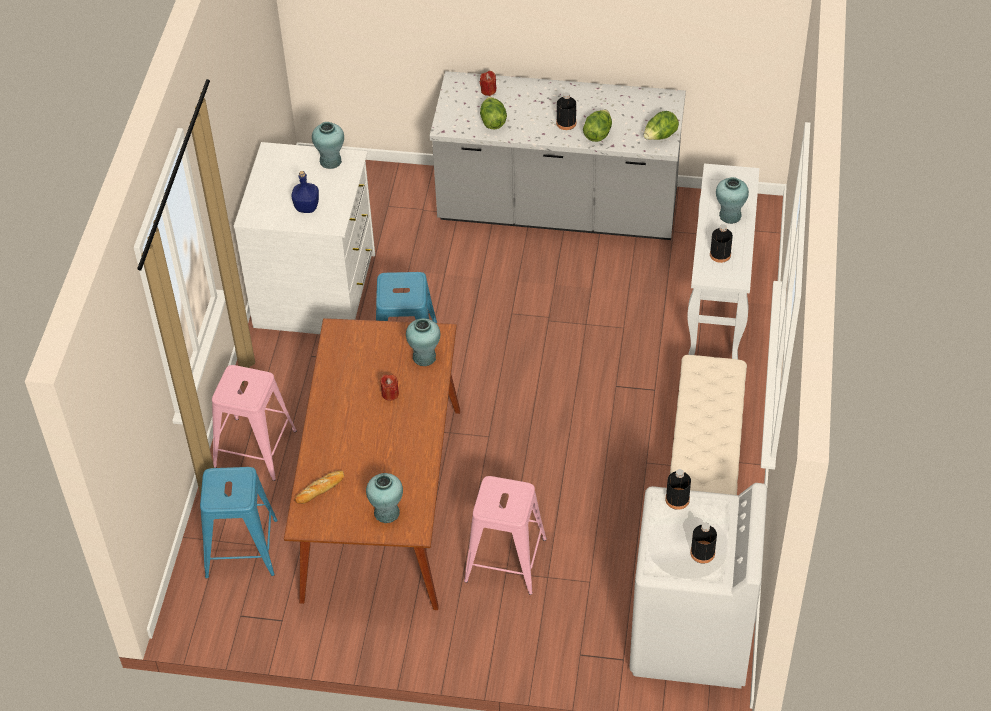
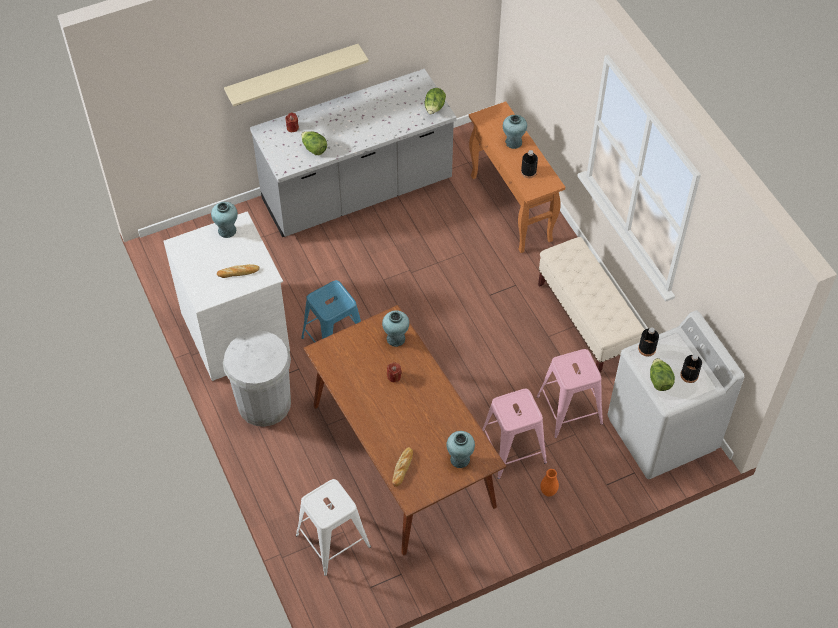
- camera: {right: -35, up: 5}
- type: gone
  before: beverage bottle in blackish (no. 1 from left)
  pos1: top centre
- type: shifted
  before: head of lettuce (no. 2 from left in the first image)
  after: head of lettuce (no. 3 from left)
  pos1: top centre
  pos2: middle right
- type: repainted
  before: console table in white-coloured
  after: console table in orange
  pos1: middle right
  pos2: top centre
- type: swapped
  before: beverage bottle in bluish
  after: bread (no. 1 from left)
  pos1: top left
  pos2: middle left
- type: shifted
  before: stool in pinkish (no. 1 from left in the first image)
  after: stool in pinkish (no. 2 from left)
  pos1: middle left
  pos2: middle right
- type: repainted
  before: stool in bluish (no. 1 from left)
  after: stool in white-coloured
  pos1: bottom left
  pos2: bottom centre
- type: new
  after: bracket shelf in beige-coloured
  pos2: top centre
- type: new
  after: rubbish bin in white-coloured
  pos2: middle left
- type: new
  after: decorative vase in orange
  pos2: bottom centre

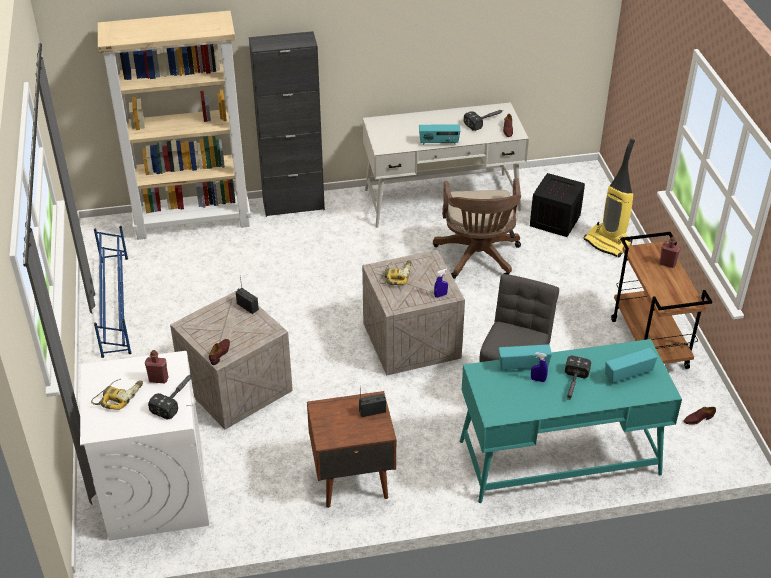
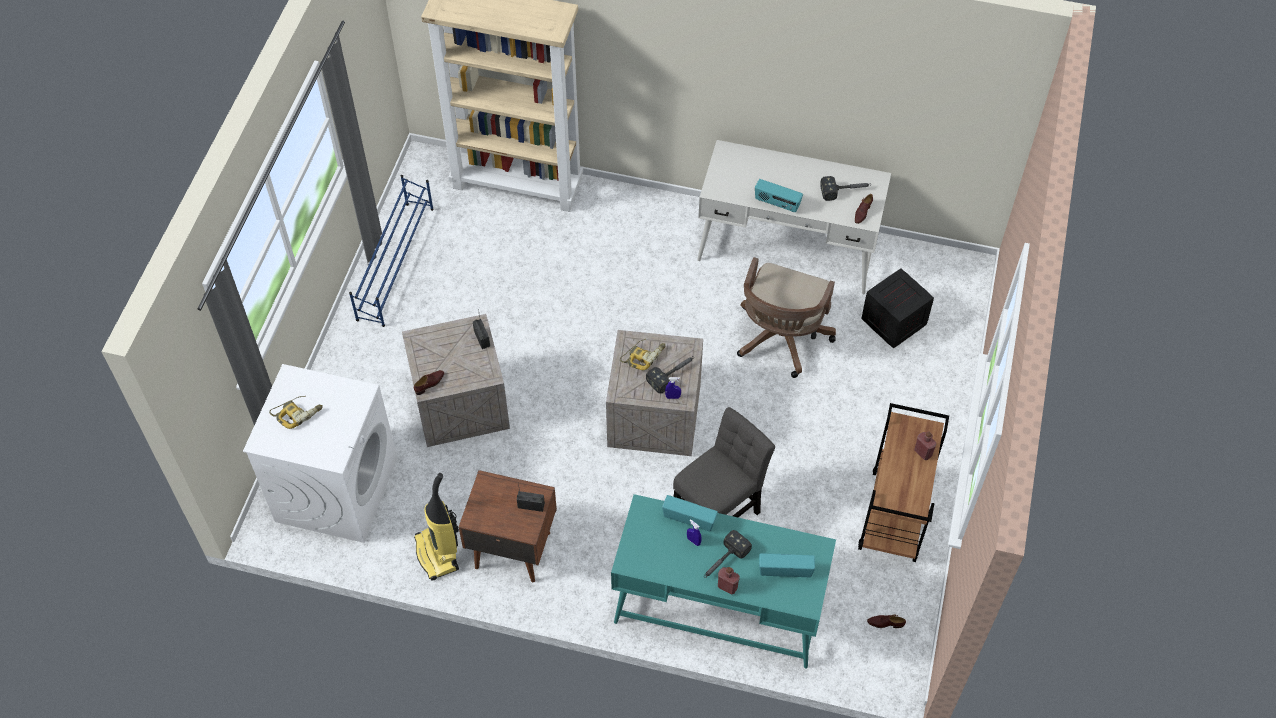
- camera: {right: 25, up: 15}
- type: gone
  before: cupboard in blackish
  pos1: top centre
- type: shifted
  before: hoover
  pos1: middle right
  pos2: bottom centre
- type: shifted
  before: beverage bottle in red-coloured (no. 1 from left)
  pos1: middle left
  pos2: bottom centre
- type: shifted
  before: hand hammer (no. 1 from left)
  pos1: bottom left
  pos2: centre

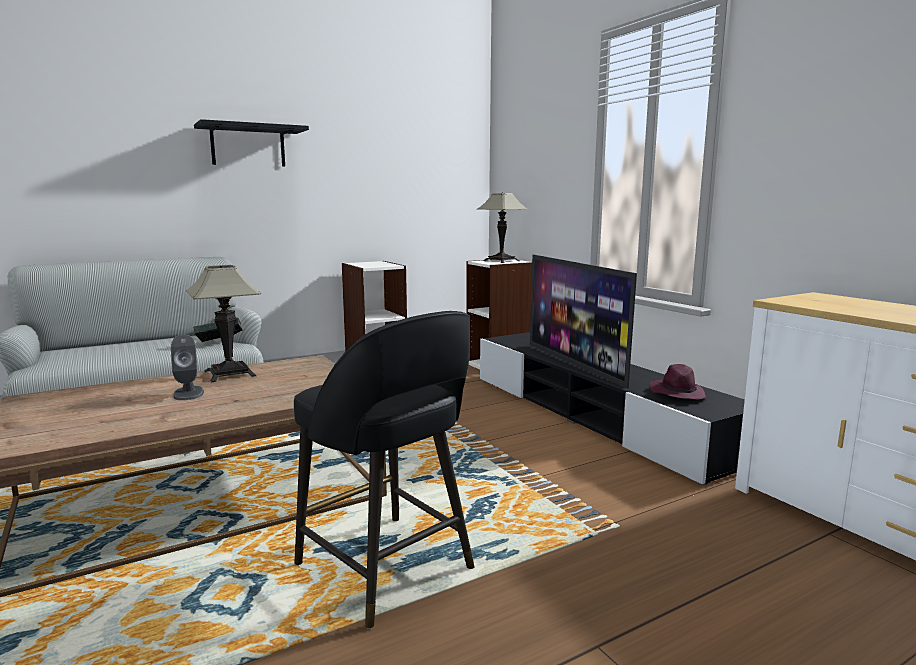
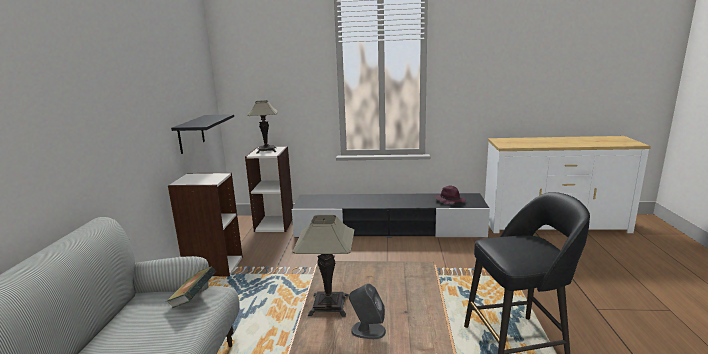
- camera: {right: -55, up: 5}
- type: shifted
  before: bracket shelf in blackish
  pos1: top left
  pos2: middle left
- type: gone
  before: TV
  pos1: centre

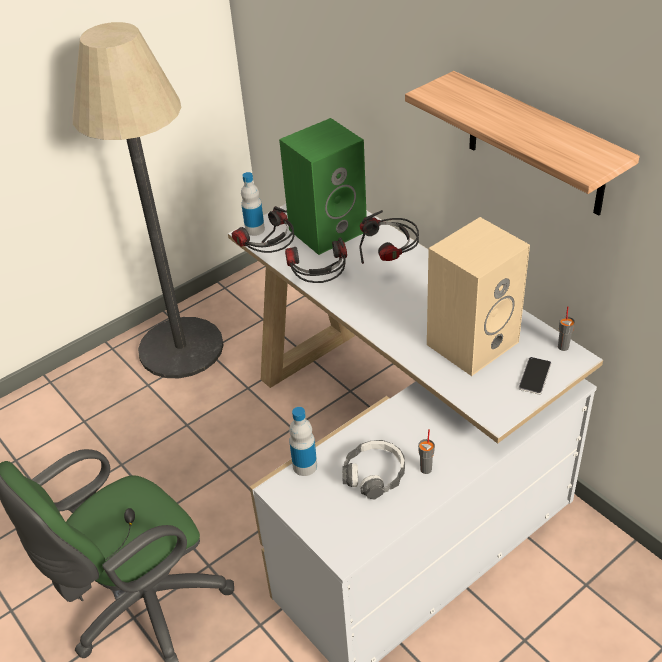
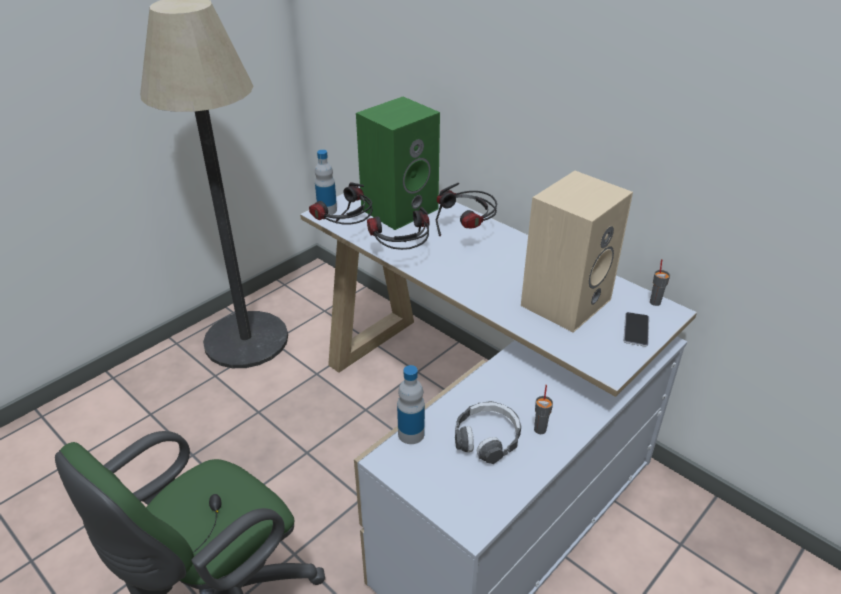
- camera: {right: -10, up: -5}
- type: gone
  before: bracket shelf
  pos1: top right

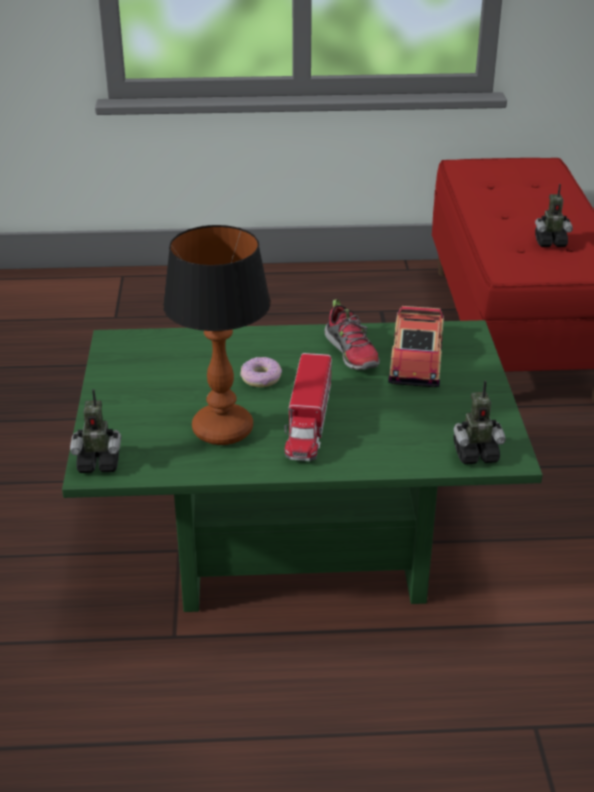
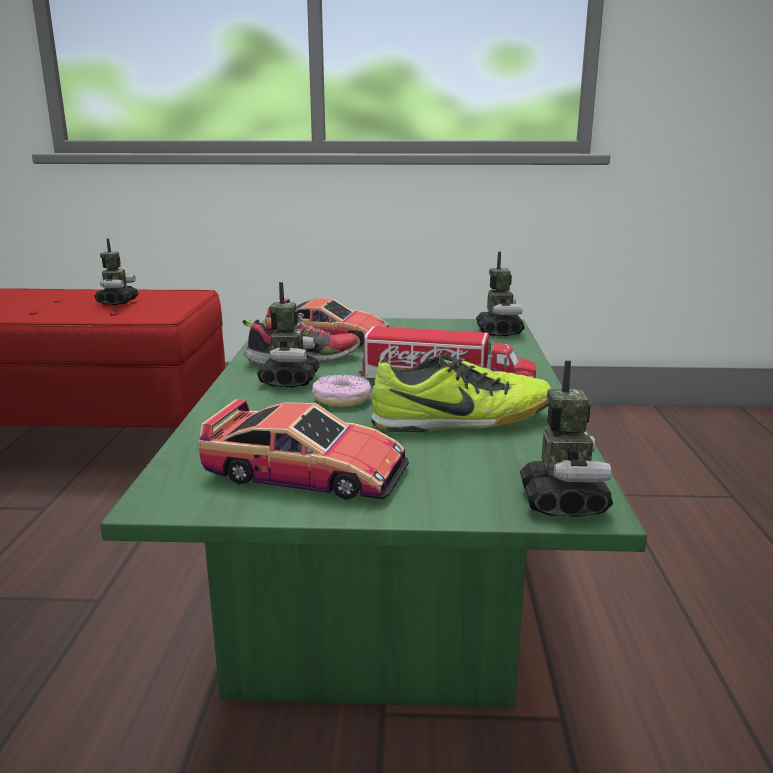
- camera: {right: -85, up: -15}
- type: swapped
  before: tabletop lamp
  after: item of footwear (no. 2 from left)
  pos1: centre
  pos2: centre
- type: new
  after: model robot (no. 2 from left)
  pos2: centre
- type: new
  after: miniature car (no. 1 from left)
  pos2: centre

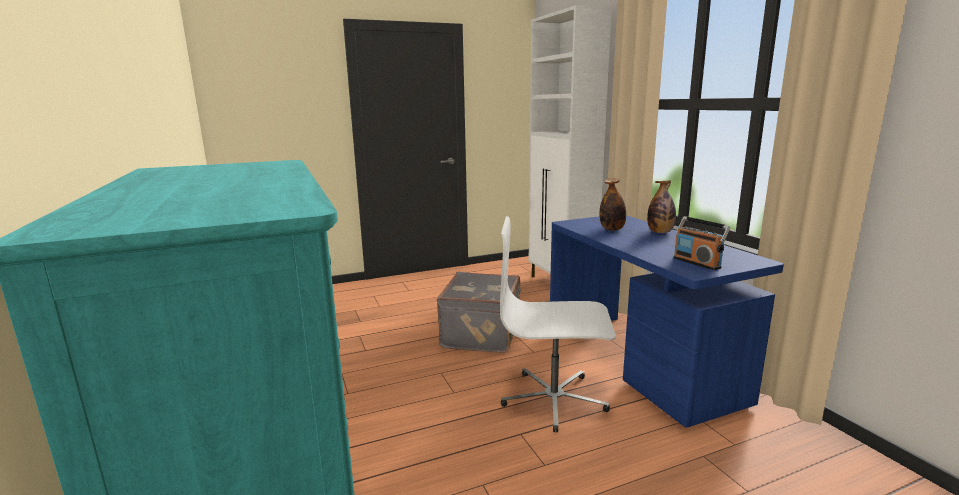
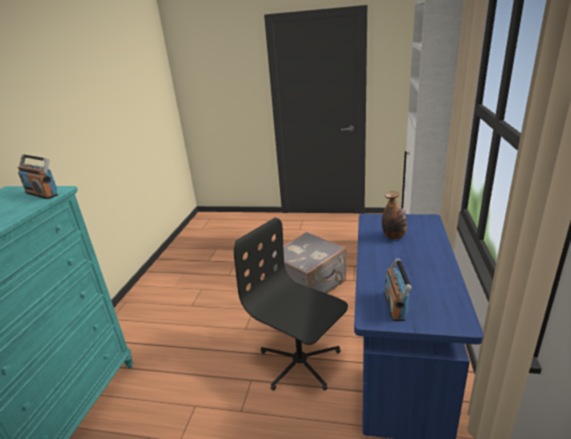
- camera: {right: 35, up: 10}
- type: gone
  before: beverage bottle (no. 2 from left)
  pos1: middle right
- type: repainted
  before: desk chair in white-coloured
  after: desk chair in blackish
  pos1: centre
  pos2: bottom centre
- type: new
  after: radio receiver (no. 1 from left)
  pos2: middle left

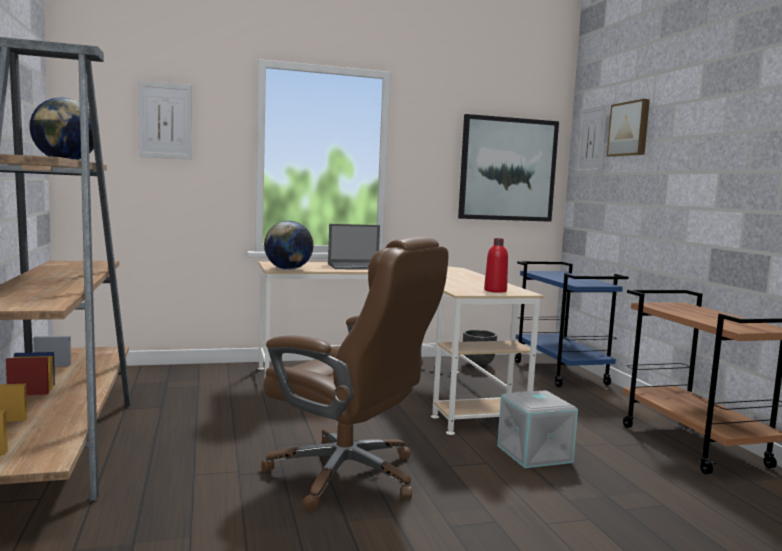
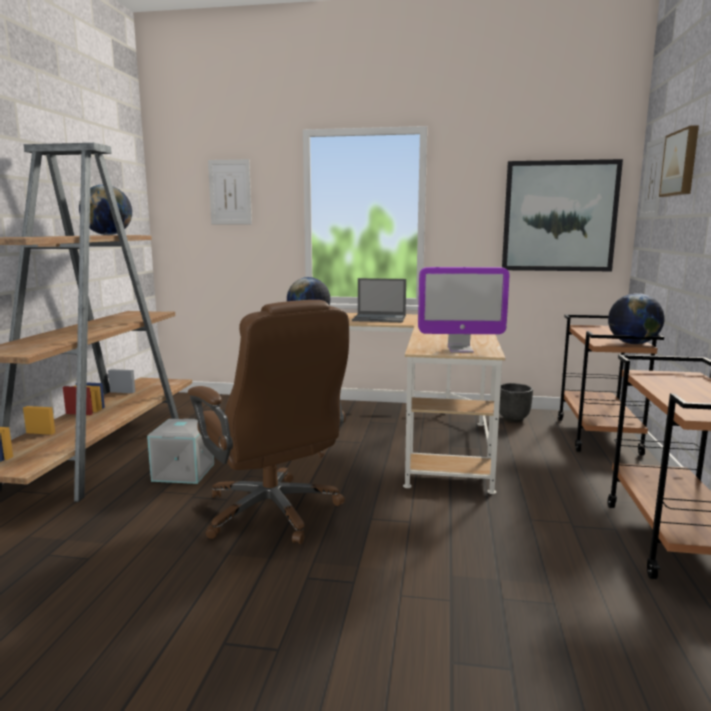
- camera: {right: 25, up: 5}
- type: swapped
  before: beverage bottle in red-coloured
  after: computer display
  pos1: centre
  pos2: centre
- type: repainted
  before: cart in bluish
  after: cart in brown-coloured (no. 1 from left)
  pos1: middle right
  pos2: middle right
- type: shifted
  before: storage box in greyish
  pos1: bottom right
  pos2: middle left
- type: new
  after: globe (no. 3 from left)
  pos2: middle right

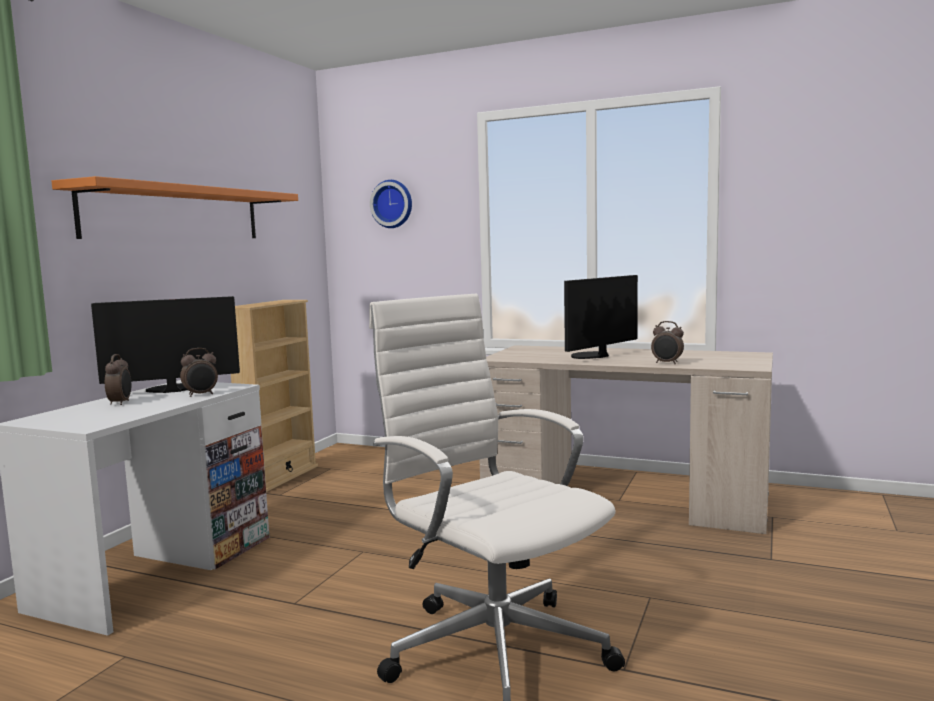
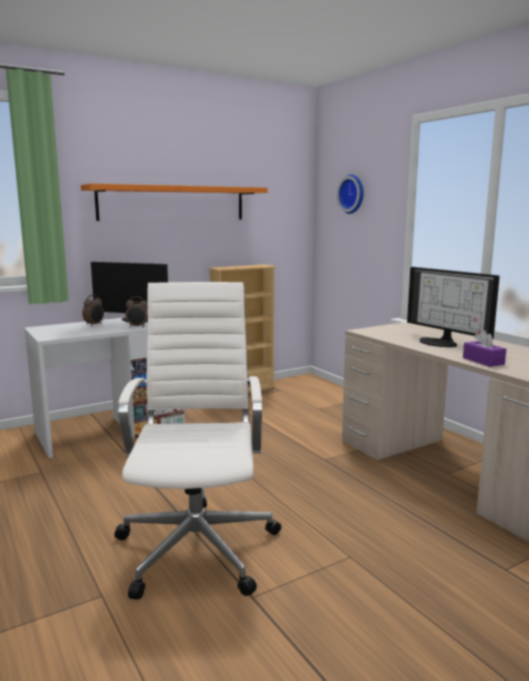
- camera: {right: 35, up: 5}
- type: rotated
  before: computer display (no. 2 from left)
  pos1: centre
  pos2: middle right
  turn: -120
- type: swapped
  before: bedside clock (no. 3 from left)
  after: box of tissues in purple
  pos1: middle right
  pos2: middle right

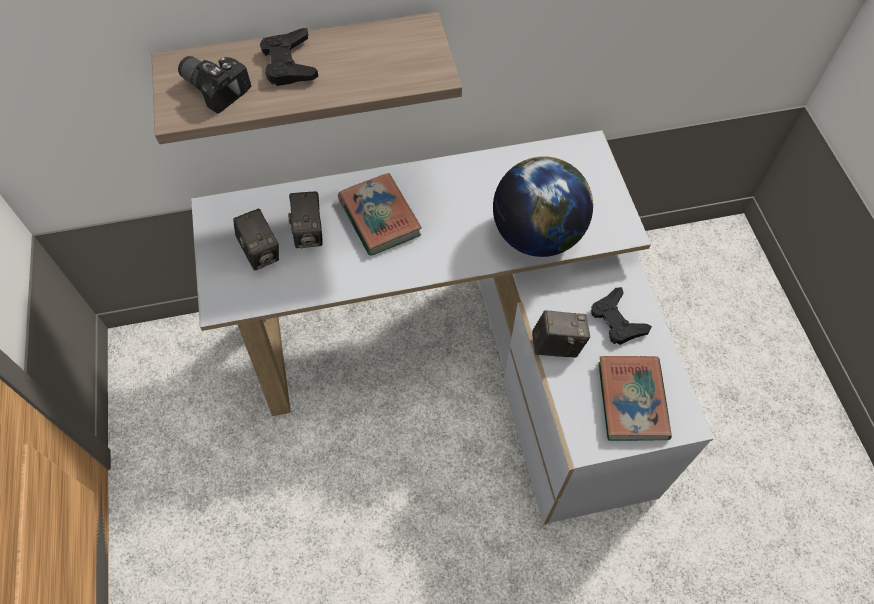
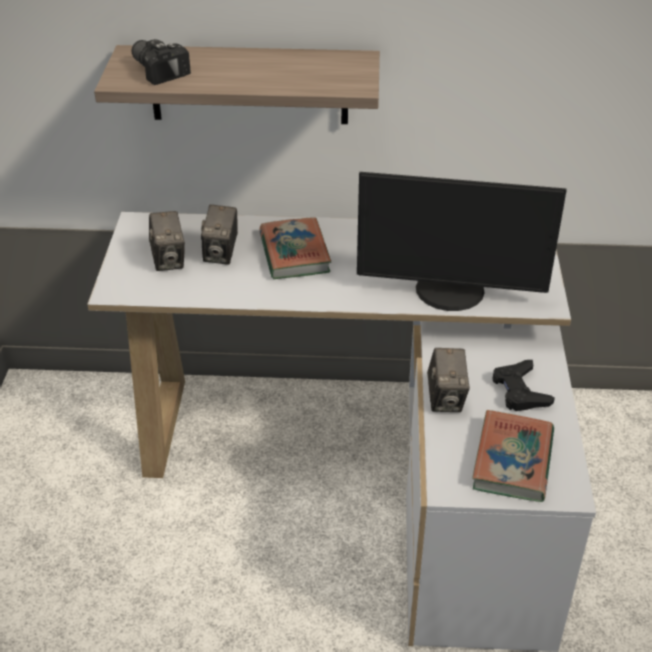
- camera: {right: 15, up: -20}
- type: gone
  before: gamepad in blackish (no. 1 from left)
  pos1: top left
- type: swapped
  before: globe
  after: computer display
  pos1: centre
  pos2: middle right
- type: rotated
  before: photo camera (no. 4 from left)
  pos1: centre
  pos2: middle right
  turn: 75

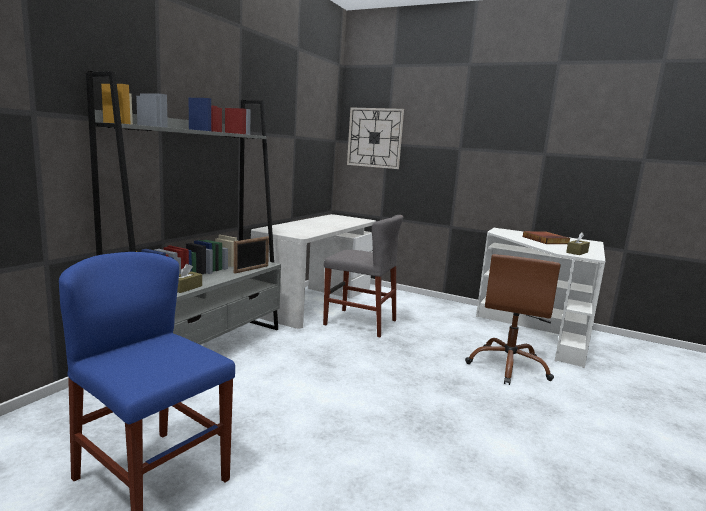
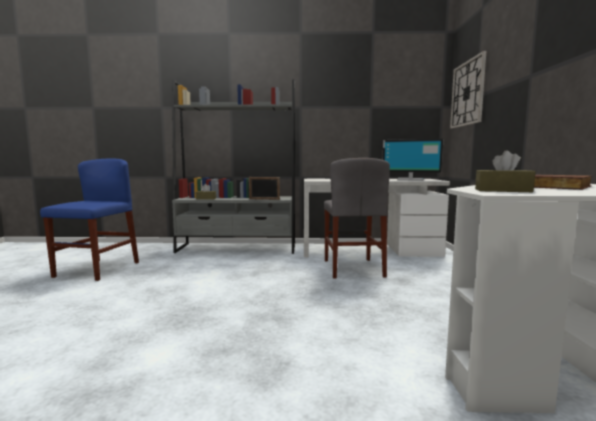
- camera: {right: 65, up: -5}
- type: gone
  before: desk chair in brown-coloured
  pos1: middle right
- type: new
  after: computer display
  pos2: middle right

